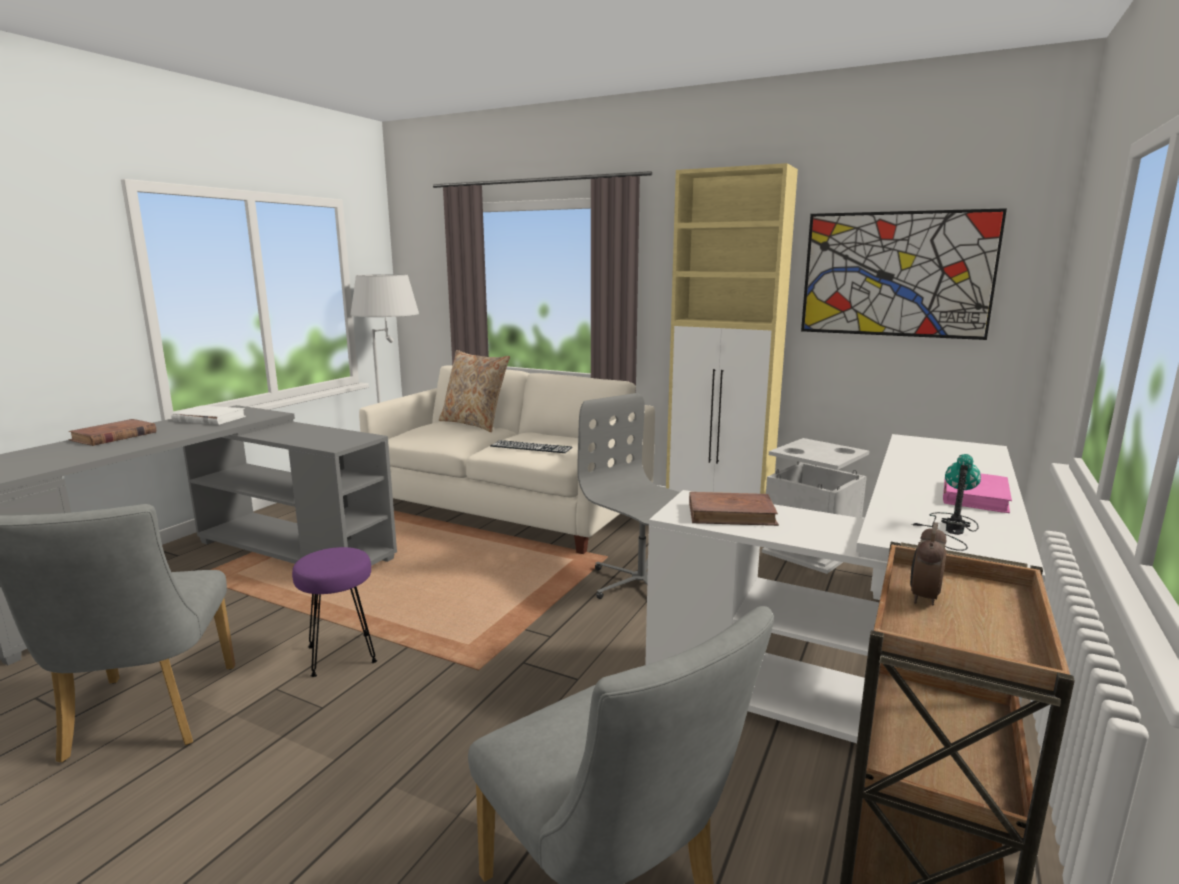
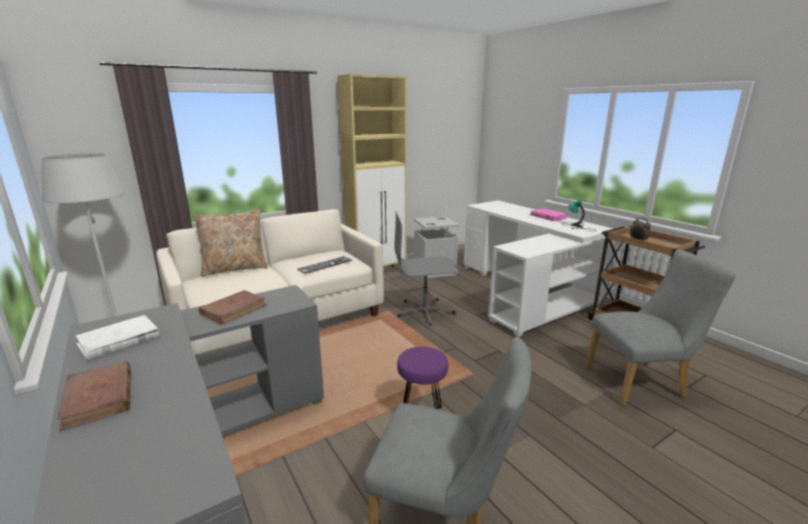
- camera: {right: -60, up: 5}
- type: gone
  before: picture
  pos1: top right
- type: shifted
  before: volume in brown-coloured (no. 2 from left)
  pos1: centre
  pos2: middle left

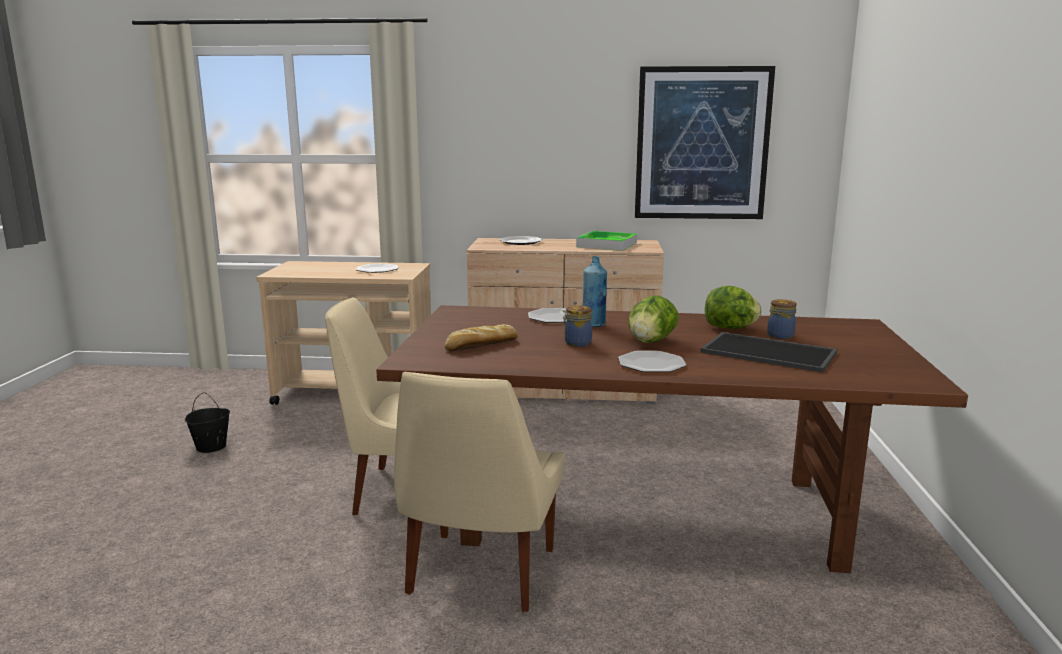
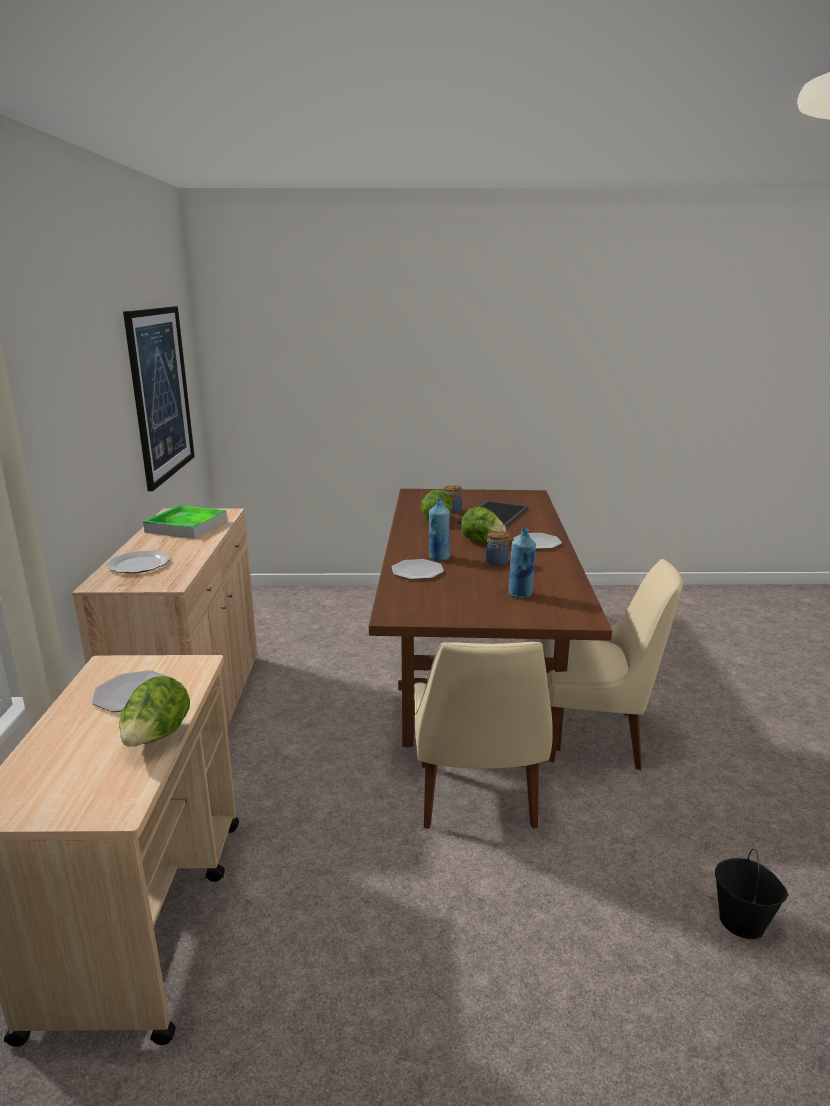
- camera: {right: -95, up: 5}
- type: swapped
  before: bread
  after: beverage bottle in bluish (no. 2 from left)
  pos1: centre
  pos2: centre
- type: shifted
  before: pail in blackish
  pos1: middle left
  pos2: bottom right
- type: new
  after: head of lettuce (no. 1 from left)
  pos2: middle left

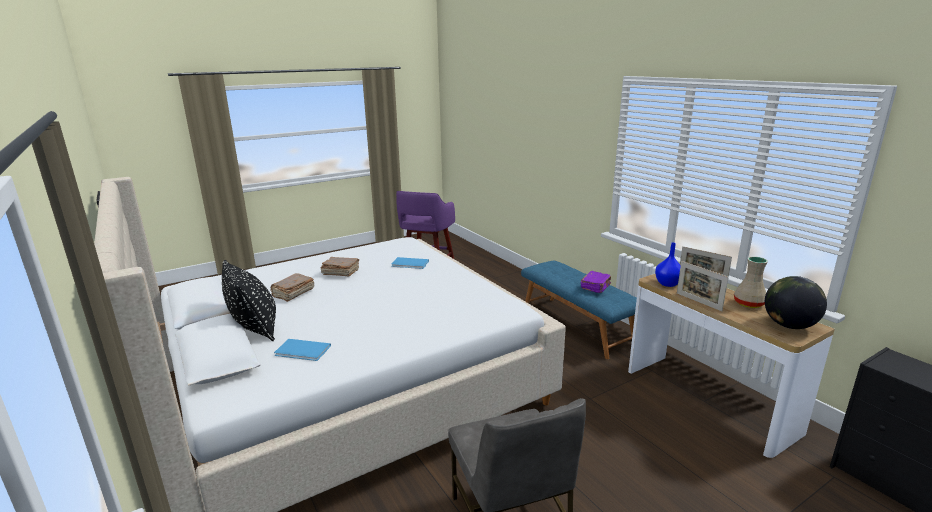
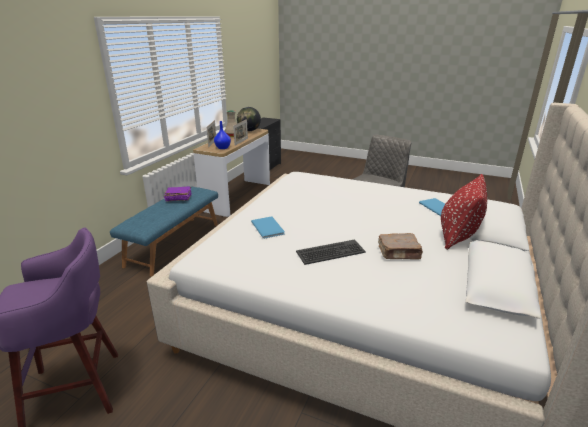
- camera: {right: -125, up: 5}
- type: swapped
  before: volume in brown-coloured (no. 2 from left)
  after: keyboard
  pos1: centre
  pos2: centre
- type: repainted
  before: cushion in blackish
  after: cushion in red-coloured
  pos1: middle left
  pos2: middle right

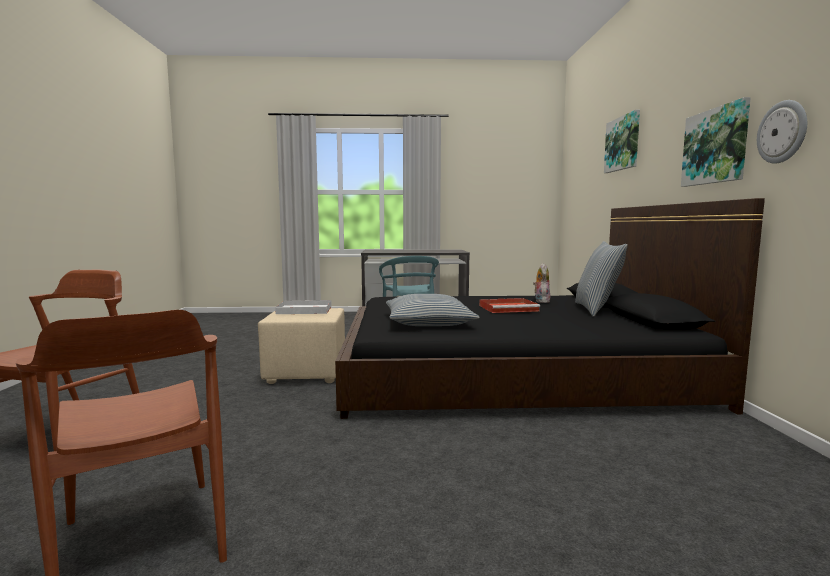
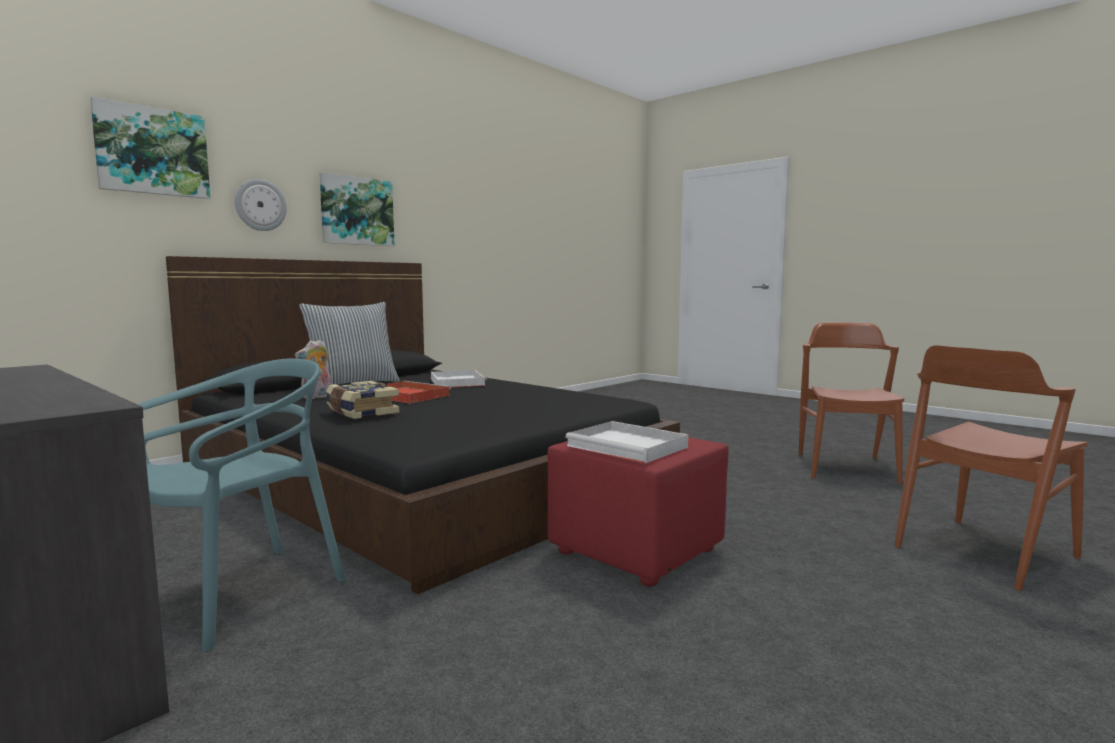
- camera: {right: -135, up: 0}
- type: shifted
  before: wall clock
  pos1: top right
  pos2: top left
- type: gone
  before: cushion (no. 1 from left)
  pos1: centre
- type: repainted
  before: footrest in beige-coloured
  after: footrest in red-coloured
  pos1: centre
  pos2: bottom centre
- type: new
  after: serving tray in white-coloured (no. 1 from left)
  pos2: centre
- type: new
  after: volume
  pos2: middle left

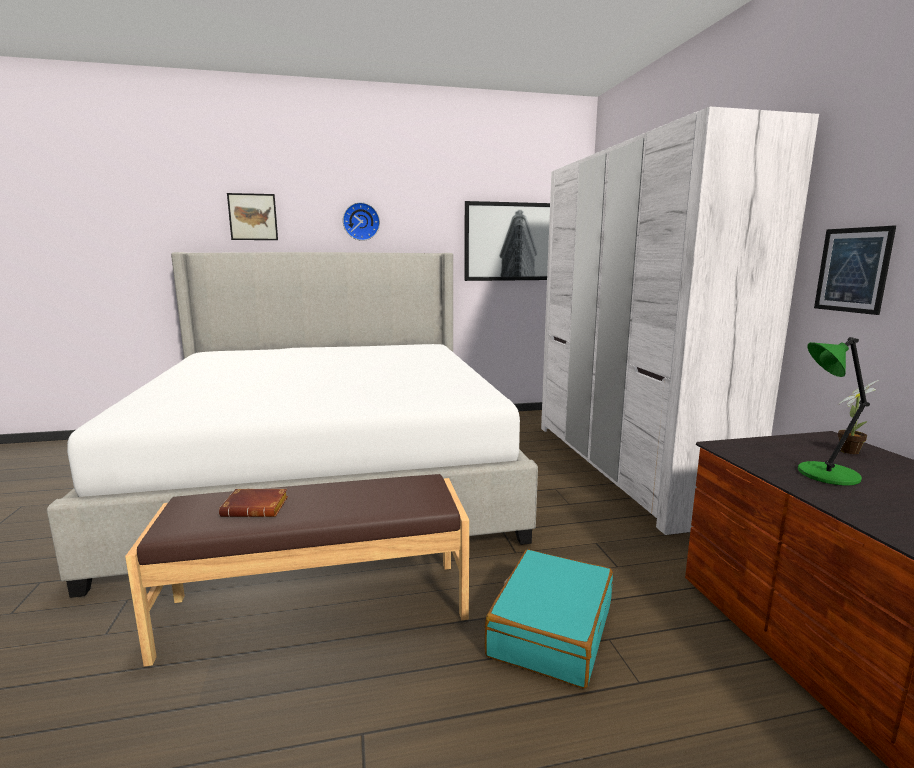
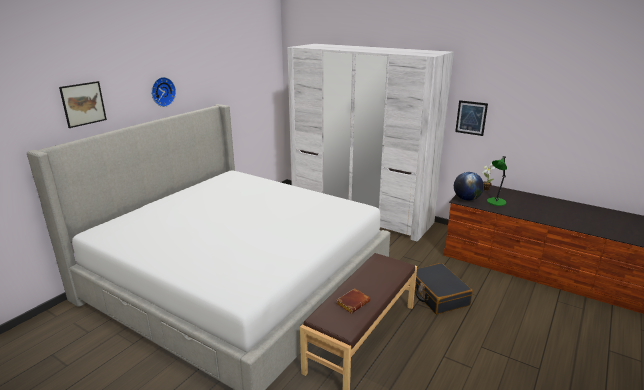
- camera: {right: -45, up: 10}
- type: gone
  before: picture (no. 2 from left)
  pos1: top centre
- type: repainted
  before: piece of luggage in turquoise
  after: piece of luggage in blackish
  pos1: bottom centre
  pos2: bottom right
- type: new
  after: globe
  pos2: middle right

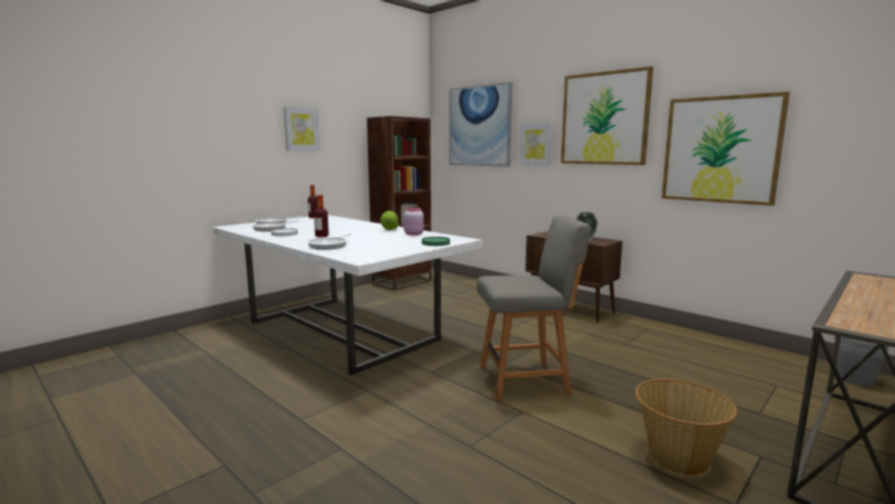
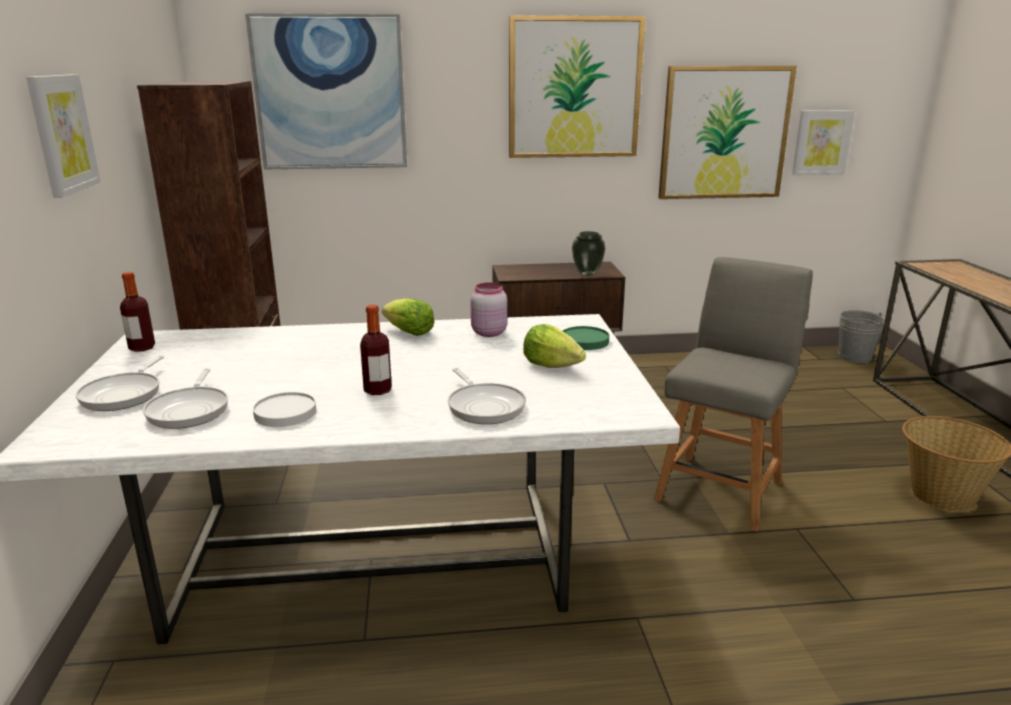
- camera: {right: -50, up: 10}
- type: shifted
  before: picture (no. 3 from left in the first image)
  after: picture (no. 5 from left)
  pos1: top centre
  pos2: top right
- type: new
  after: head of lettuce (no. 2 from left)
  pos2: centre

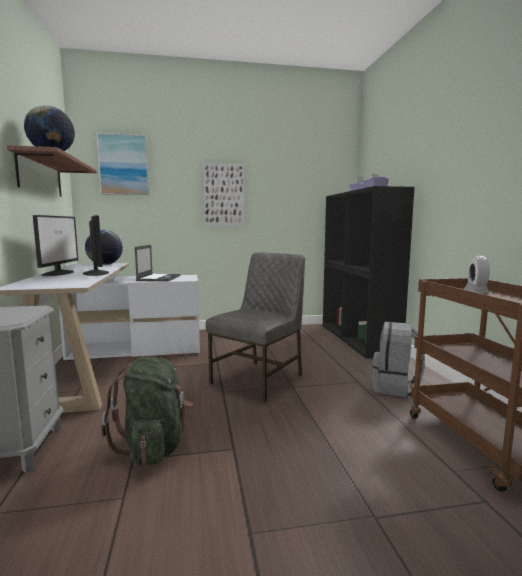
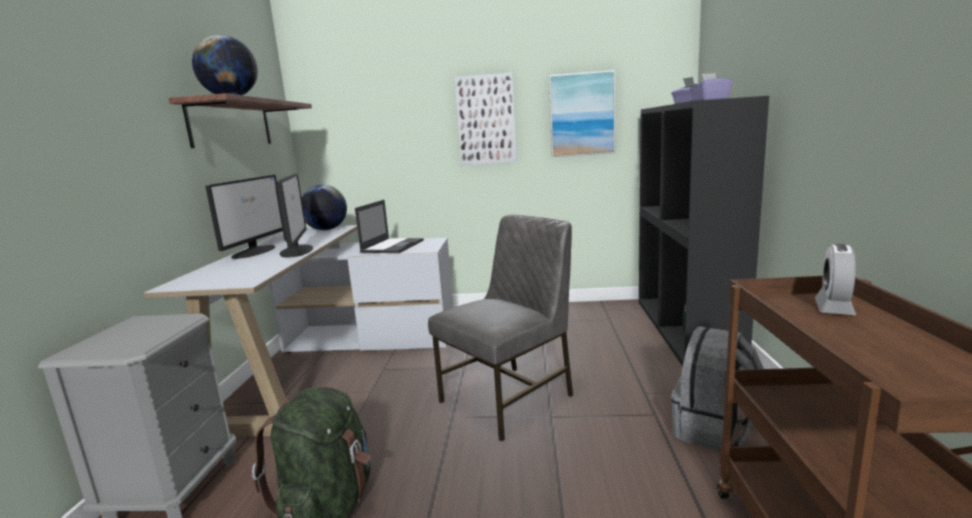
- camera: {right: 15, up: 5}
- type: shifted
  before: picture (no. 1 from left in the first image)
  after: picture (no. 2 from left)
  pos1: top left
  pos2: top centre

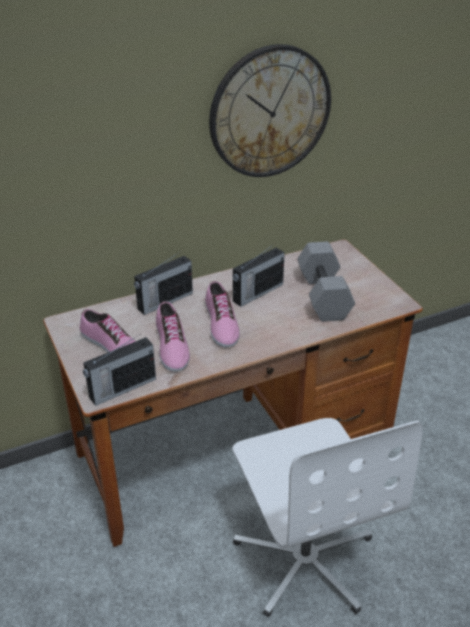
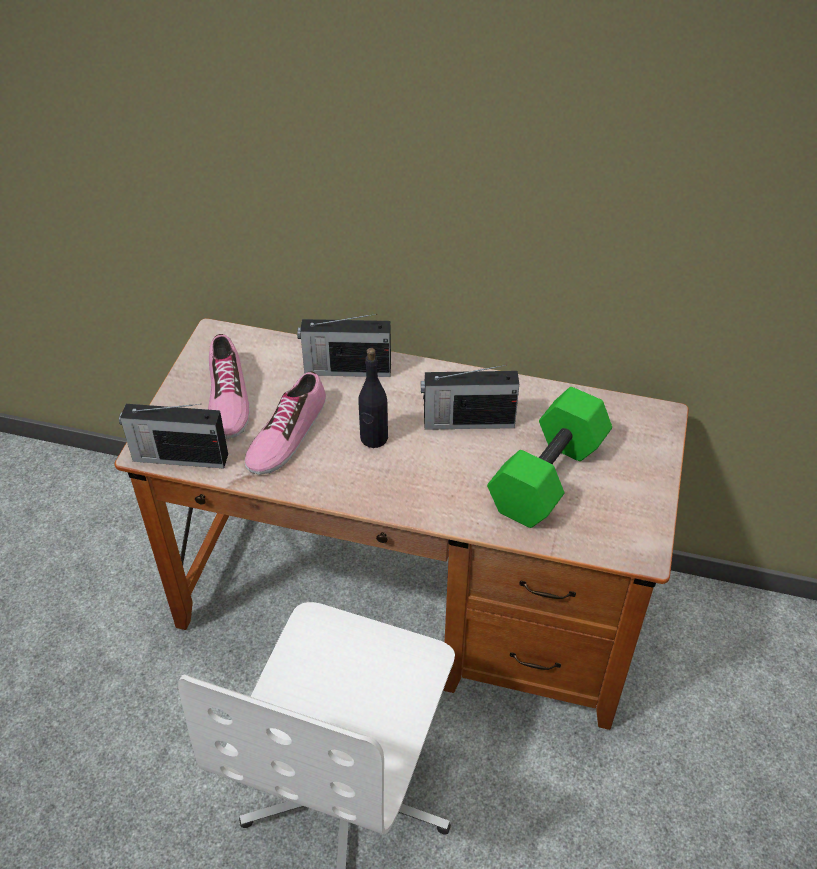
- camera: {right: 40, up: 10}
- type: gone
  before: wall clock
  pos1: top centre
- type: repainted
  before: free weight in greyish
  after: free weight in green
  pos1: middle right
  pos2: middle right
- type: swapped
  before: item of footwear (no. 3 from left)
  after: beverage bottle in blackish
  pos1: centre
  pos2: centre

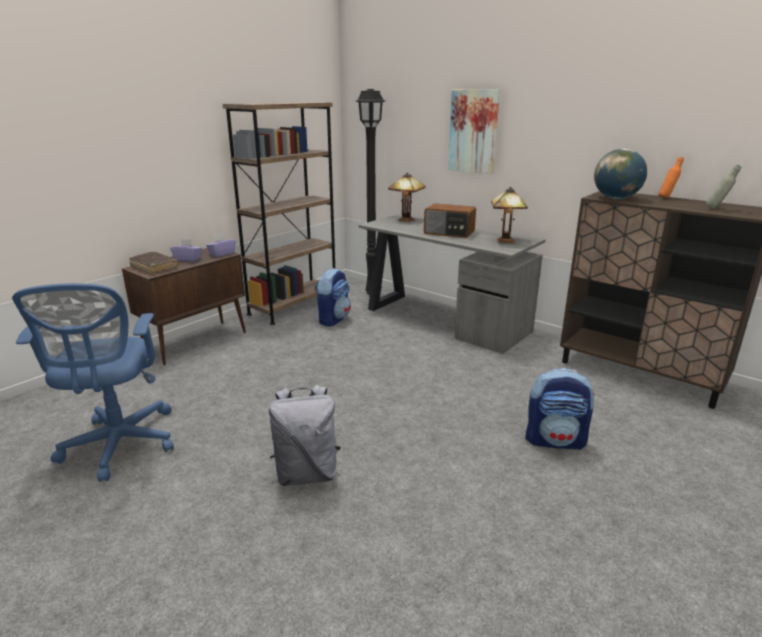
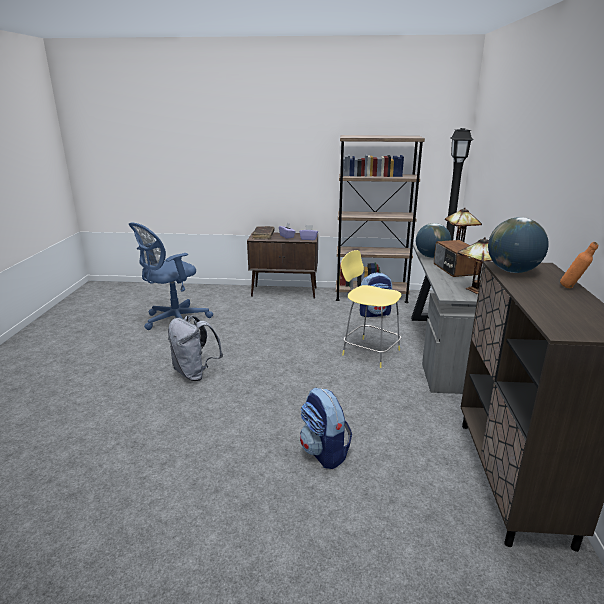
- camera: {right: 55, up: 0}
- type: gone
  before: picture
  pos1: top centre
- type: gone
  before: beverage bottle in greyish
  pos1: top right
- type: new
  after: globe (no. 1 from left)
  pos2: middle right
- type: new
  after: stool in yellow
  pos2: centre

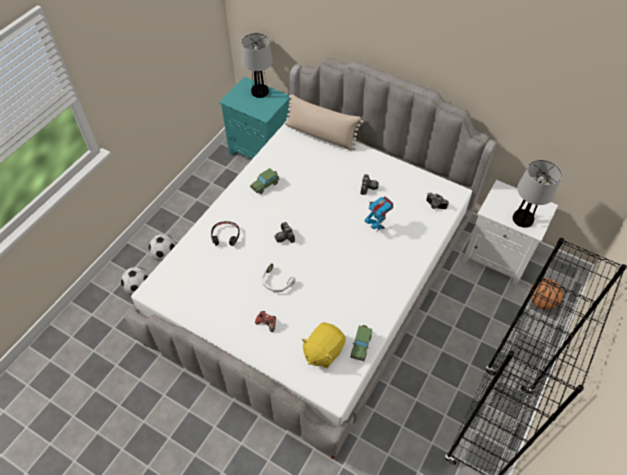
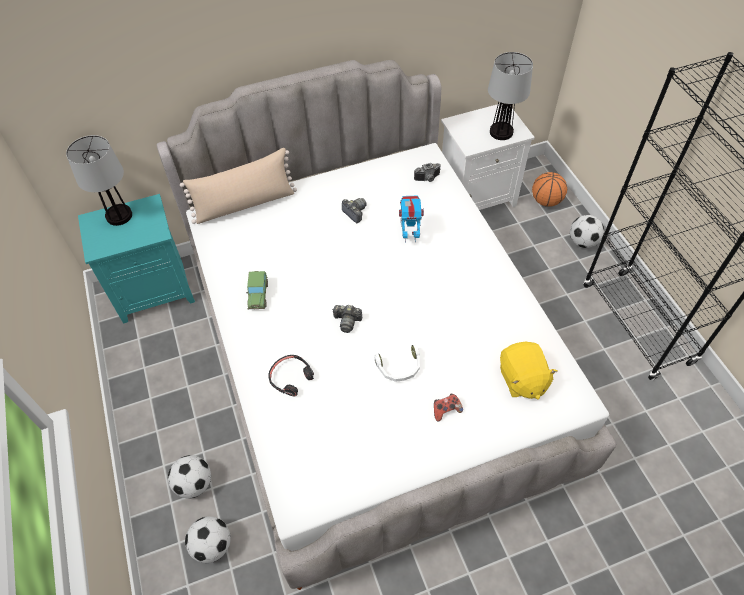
- camera: {right: -50, up: 0}
- type: gone
  before: miniature car (no. 2 from left)
  pos1: bottom centre
- type: new
  after: football (no. 3 from left)
  pos2: middle right

